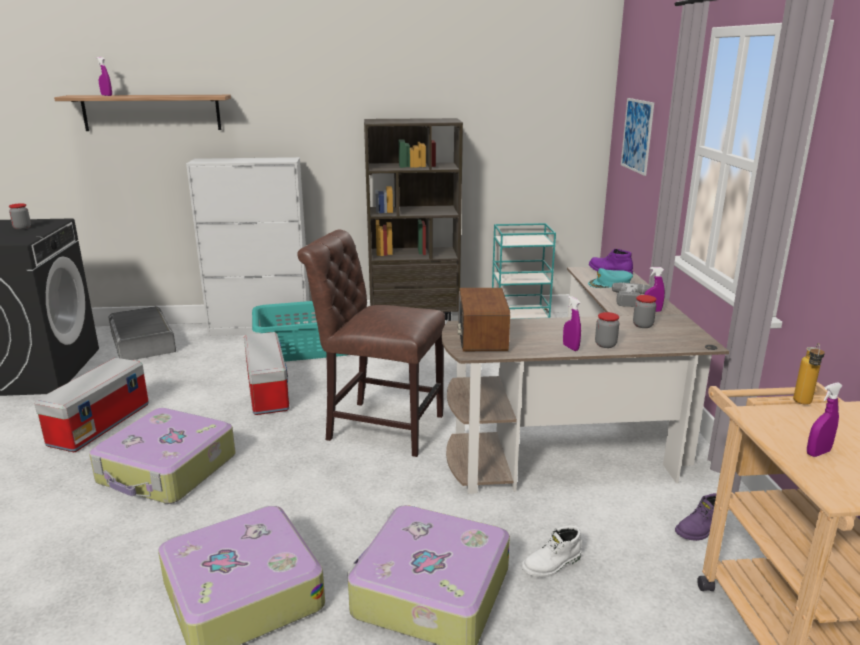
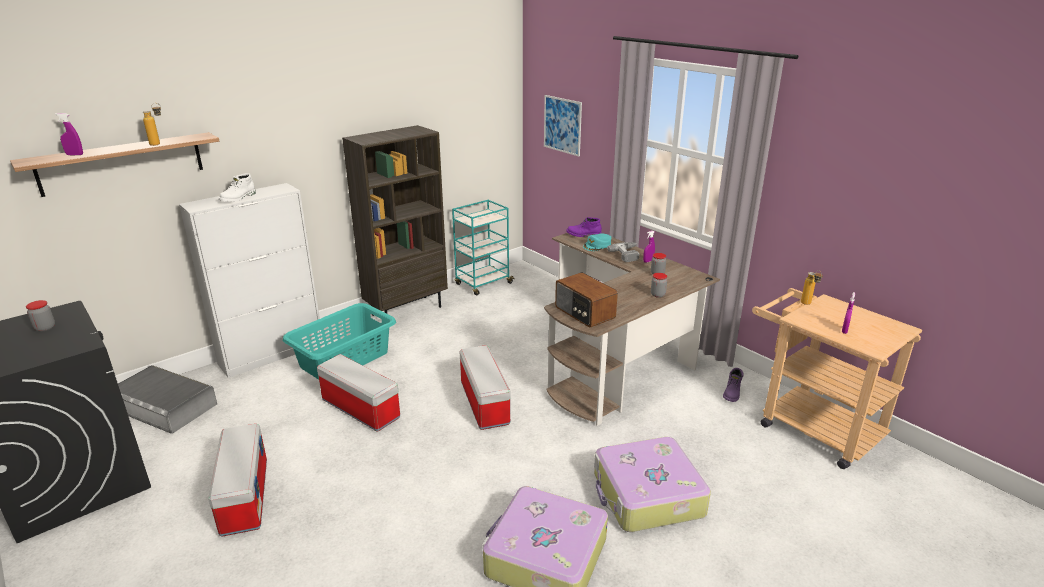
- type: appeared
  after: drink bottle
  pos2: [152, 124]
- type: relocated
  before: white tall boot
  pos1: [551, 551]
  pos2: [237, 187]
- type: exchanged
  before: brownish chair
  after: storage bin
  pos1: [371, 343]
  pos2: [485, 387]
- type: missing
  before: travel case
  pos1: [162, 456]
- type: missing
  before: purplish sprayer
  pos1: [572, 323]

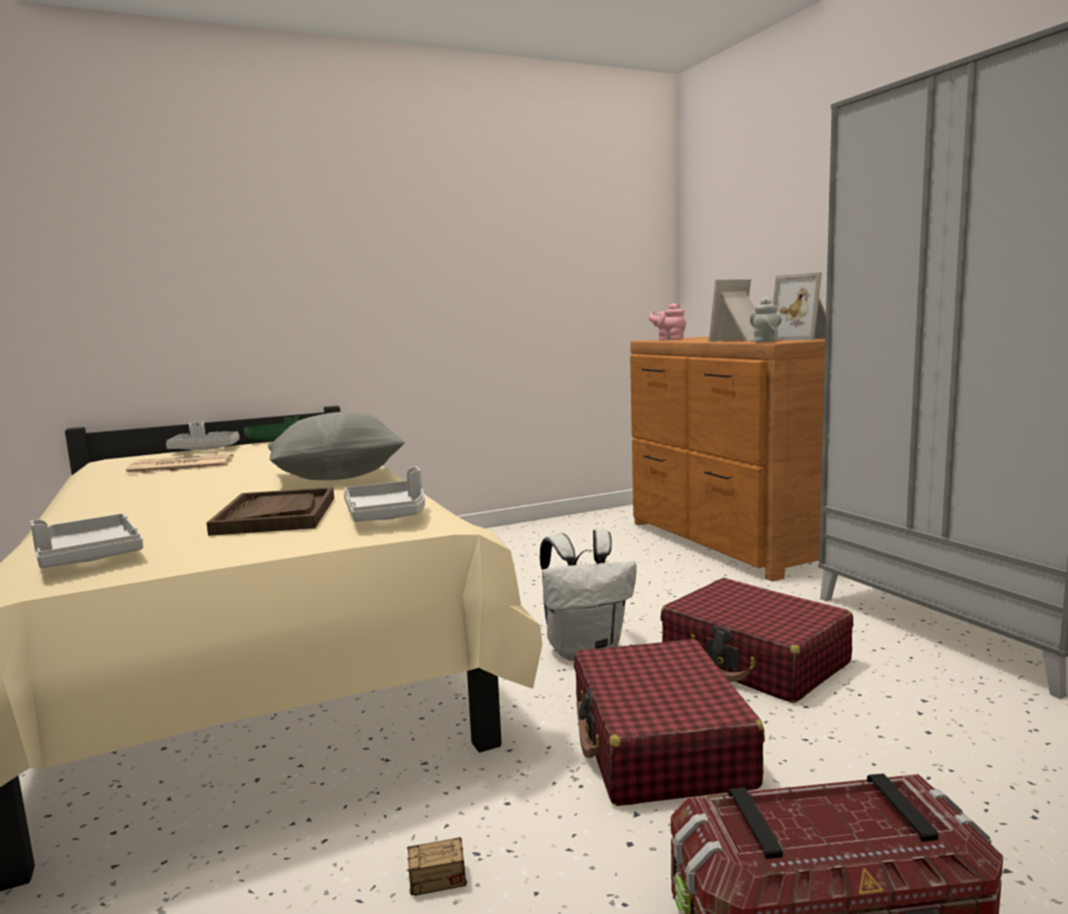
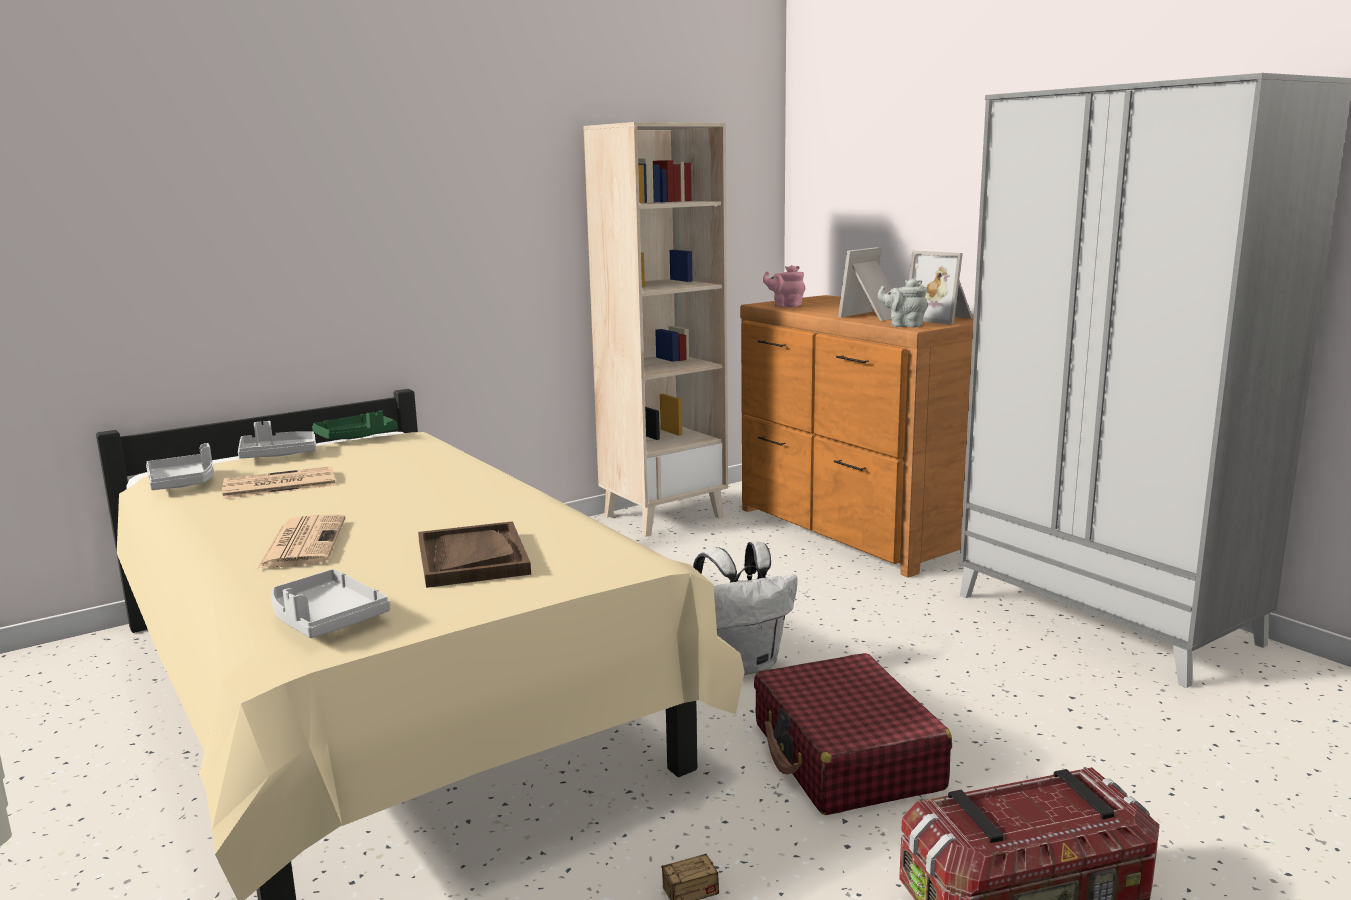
- type: relocated
  before: greyish tray
  pos1: [384, 494]
  pos2: [180, 466]
- type: appeared
  after: daily paper
  pos2: [301, 541]
- type: appeared
  after: sand-coloured bookcase
  pos2: [655, 329]
- type: spun
  before: greyish pot for tea
  pos1: [766, 320]
  pos2: [903, 303]
  turn: -75
- type: missing
  before: greyish throw pillow
  pos1: [336, 446]
- type: missing
  before: reddish travel case
  pos1: [756, 640]

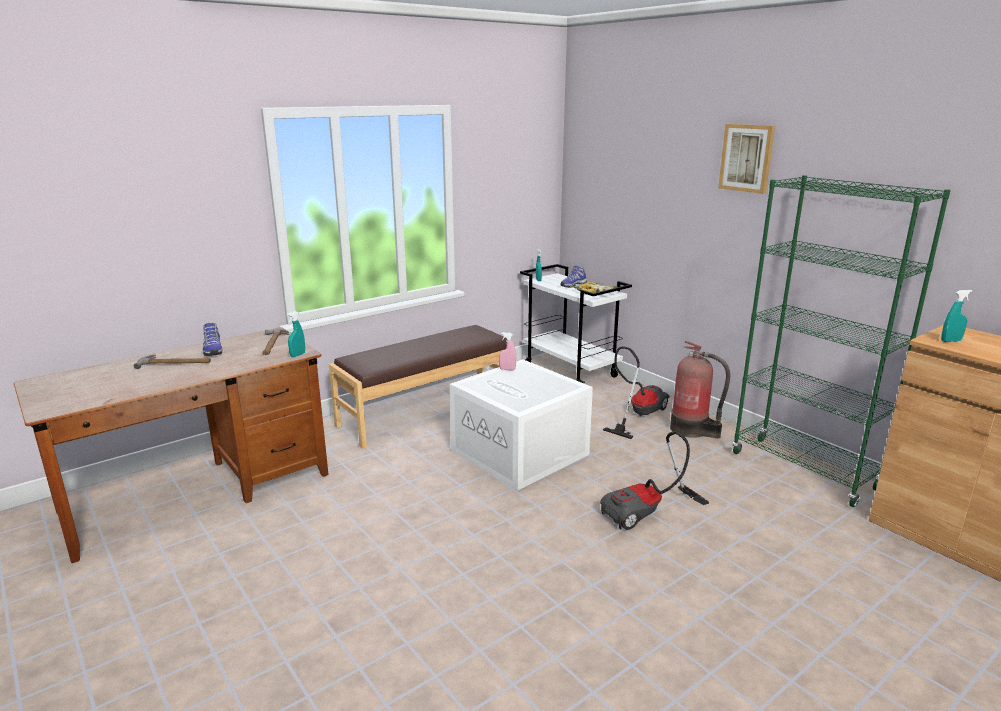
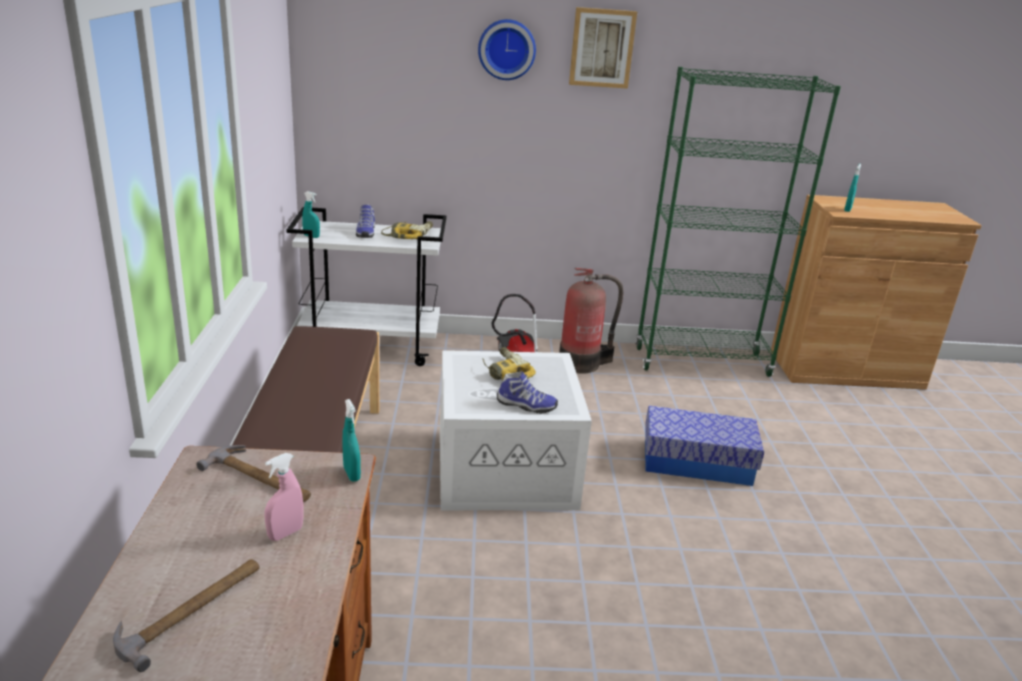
- type: relocated
  before: pink-coloured sprayer
  pos1: [507, 351]
  pos2: [283, 497]
- type: appeared
  after: wall clock
  pos2: [507, 49]
- type: appeared
  after: drill
  pos2: [509, 364]
- type: relocated
  before: low shoe
  pos1: [212, 339]
  pos2: [527, 392]
- type: exchanged
  before: hoover
  after: storage bin
  pos1: [654, 480]
  pos2: [704, 446]

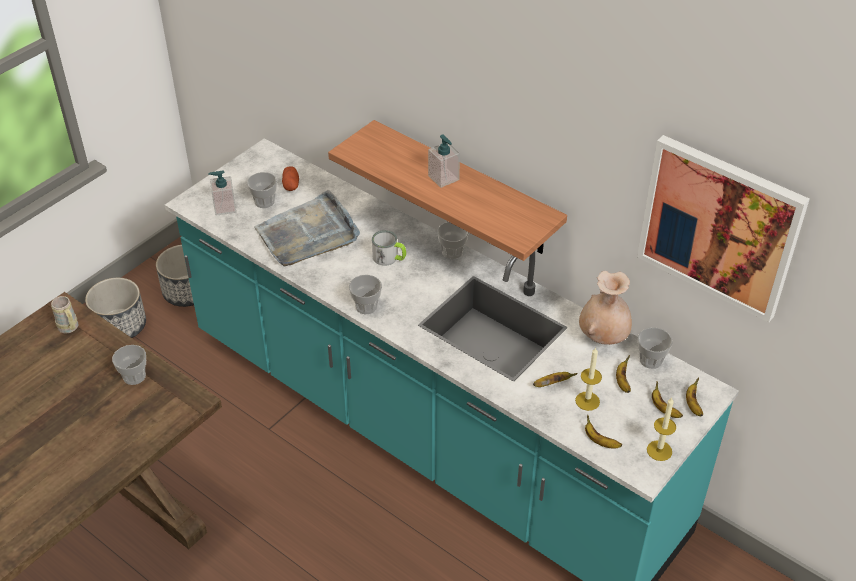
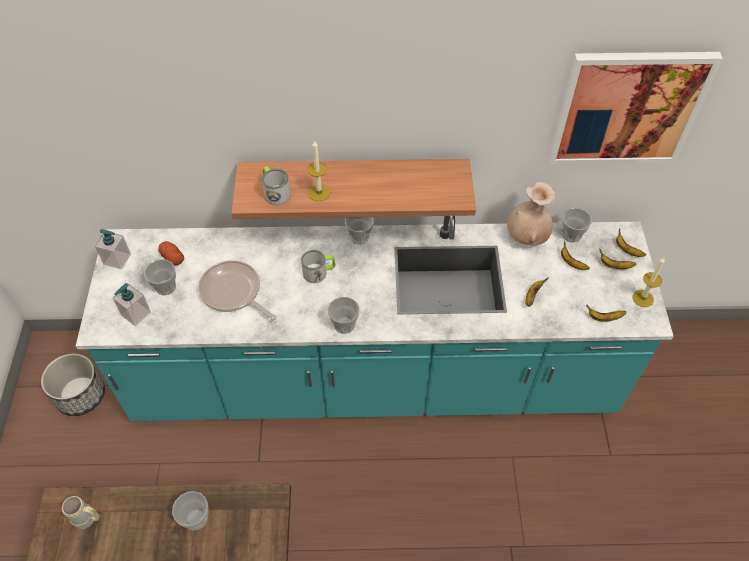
- type: relocated
  before: soap bottle
  pos1: [444, 161]
  pos2: [113, 249]
- type: exchanged
  before: greyish tray
  after: pan
  pos1: [307, 228]
  pos2: [237, 290]
- type: appeared
  after: tea mug
  pos2: [276, 185]
- type: relocated
  before: candle
  pos1: [588, 379]
  pos2: [318, 171]
- type: missing
  before: plant pot
  pos1: [115, 308]

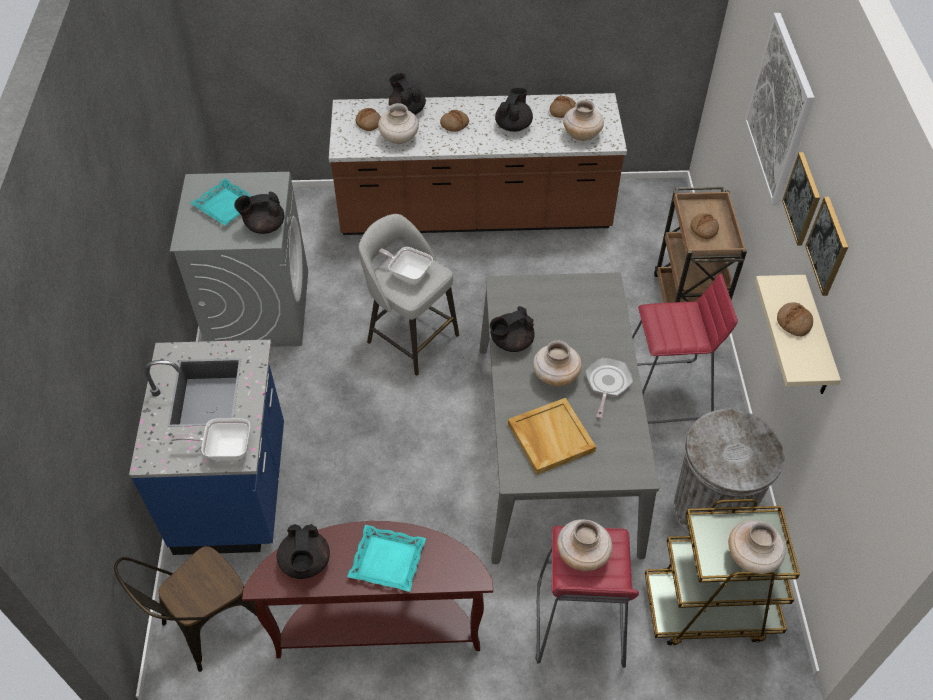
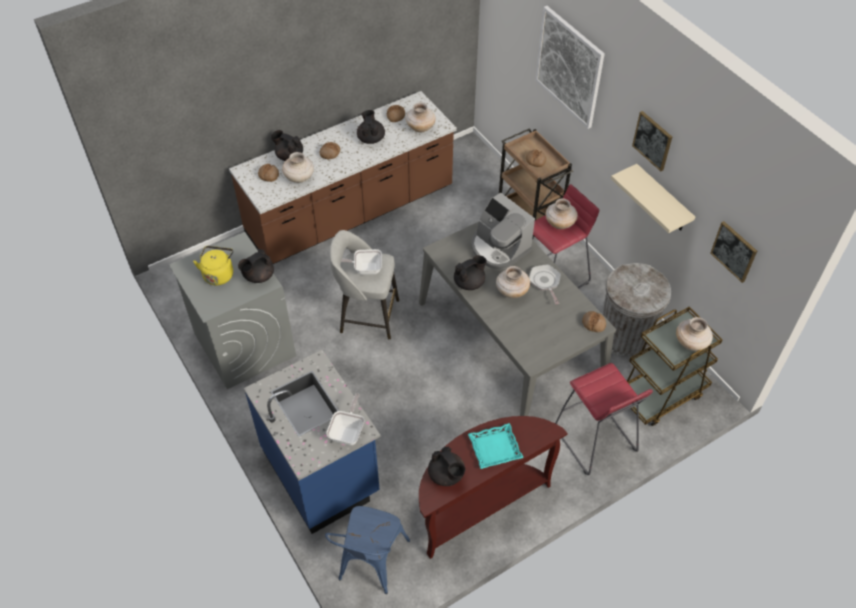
- type: exchanged
  before: blue-green tray
  after: yellow tea kettle
  pos1: [221, 202]
  pos2: [213, 265]
- type: colour
  before: brownish chair
  after: blue chair
  pos1: [185, 609]
  pos2: [367, 550]
- type: spun
  before: pan
  pos1: [210, 439]
  pos2: [345, 419]
  turn: 135
- type: spun
  before: blackish pot for tea
  pos1: [512, 329]
  pos2: [470, 272]
  turn: -150
- type: appeared
  after: coffee brewer
  pos2: [503, 231]
- type: relocated
  before: sand-coloured flower vase
  pos1: [584, 545]
  pos2: [562, 214]
- type: relocated
  before: bread
  pos1: [795, 319]
  pos2: [594, 321]
- type: relocated
  before: wall picture
  pos1: [801, 199]
  pos2: [733, 252]
- type: missing
  before: sand-coloured tray
  pos1: [552, 436]

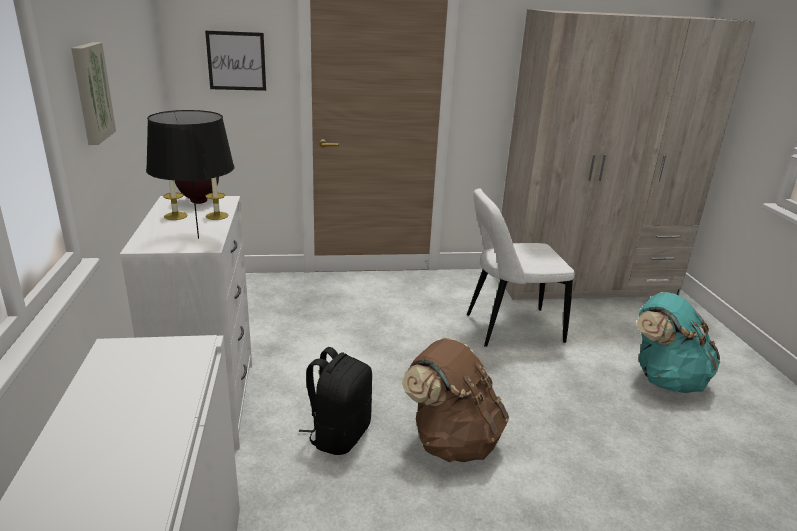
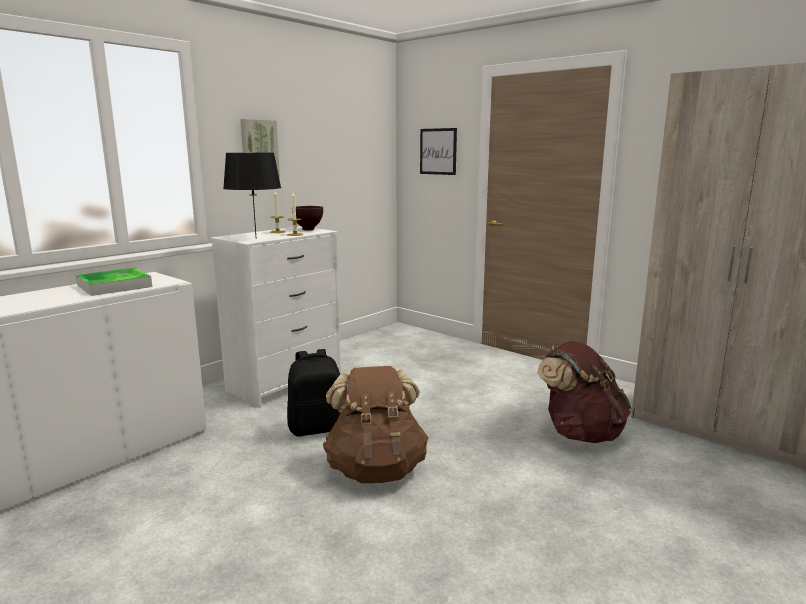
- type: appeared
  after: tray
  pos2: [114, 282]
- type: exchanged
  before: white chair
  after: brownish knapsack
  pos1: [521, 267]
  pos2: [584, 392]
- type: missing
  before: blue-green knapsack
  pos1: [678, 342]

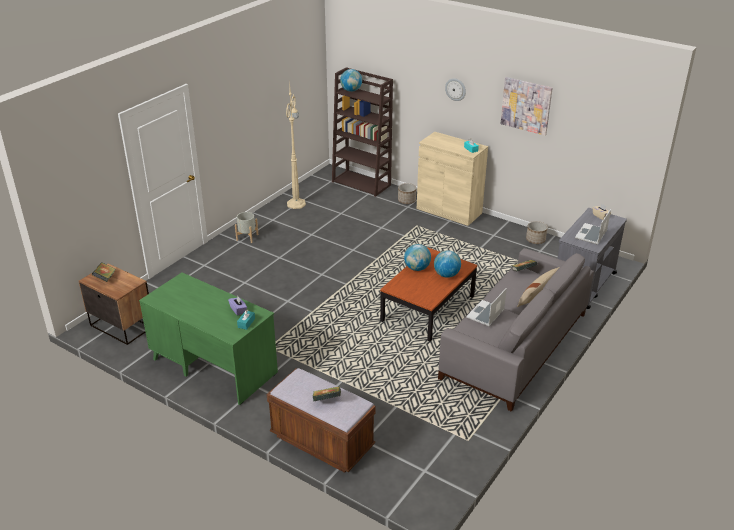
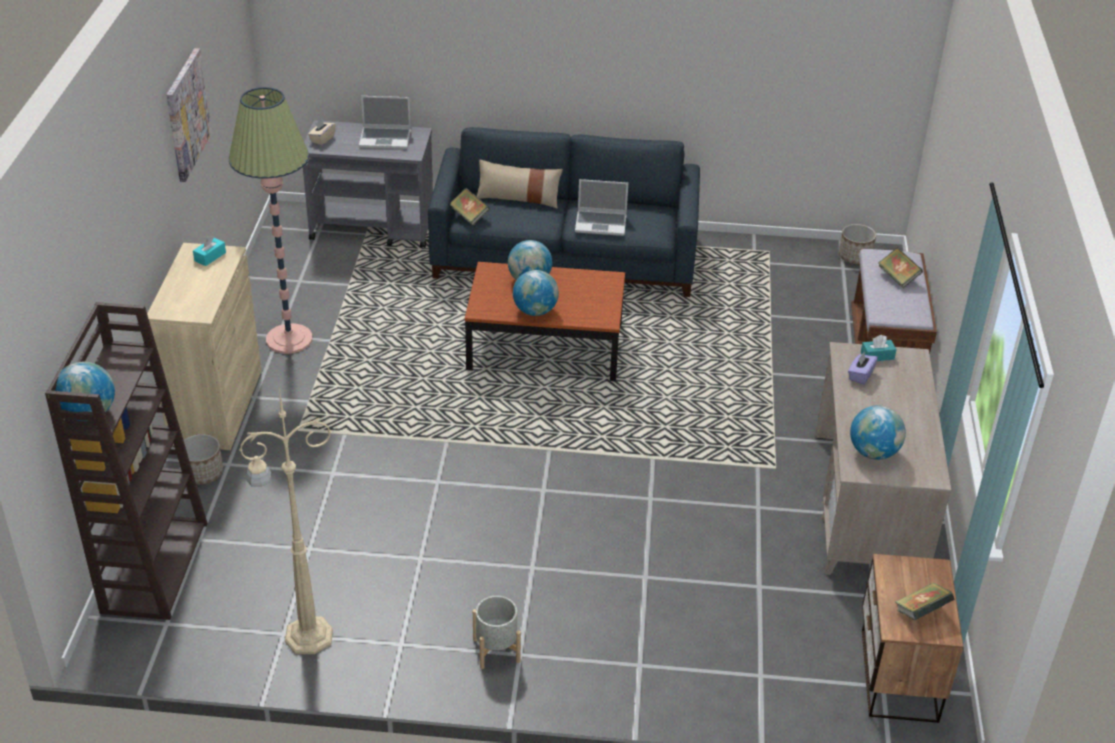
- type: appeared
  after: standing lamp
  pos2: [270, 220]
- type: colour
  before: greyish couch
  after: blue couch
  pos1: [516, 330]
  pos2: [564, 212]
- type: colour
  before: green desk
  after: sand-coloured desk
  pos1: [208, 338]
  pos2: [883, 458]
- type: relocated
  before: plant pot
  pos1: [537, 232]
  pos2: [857, 244]
- type: appeared
  after: world globe
  pos2: [878, 432]
- type: missing
  before: wall clock
  pos1: [455, 89]

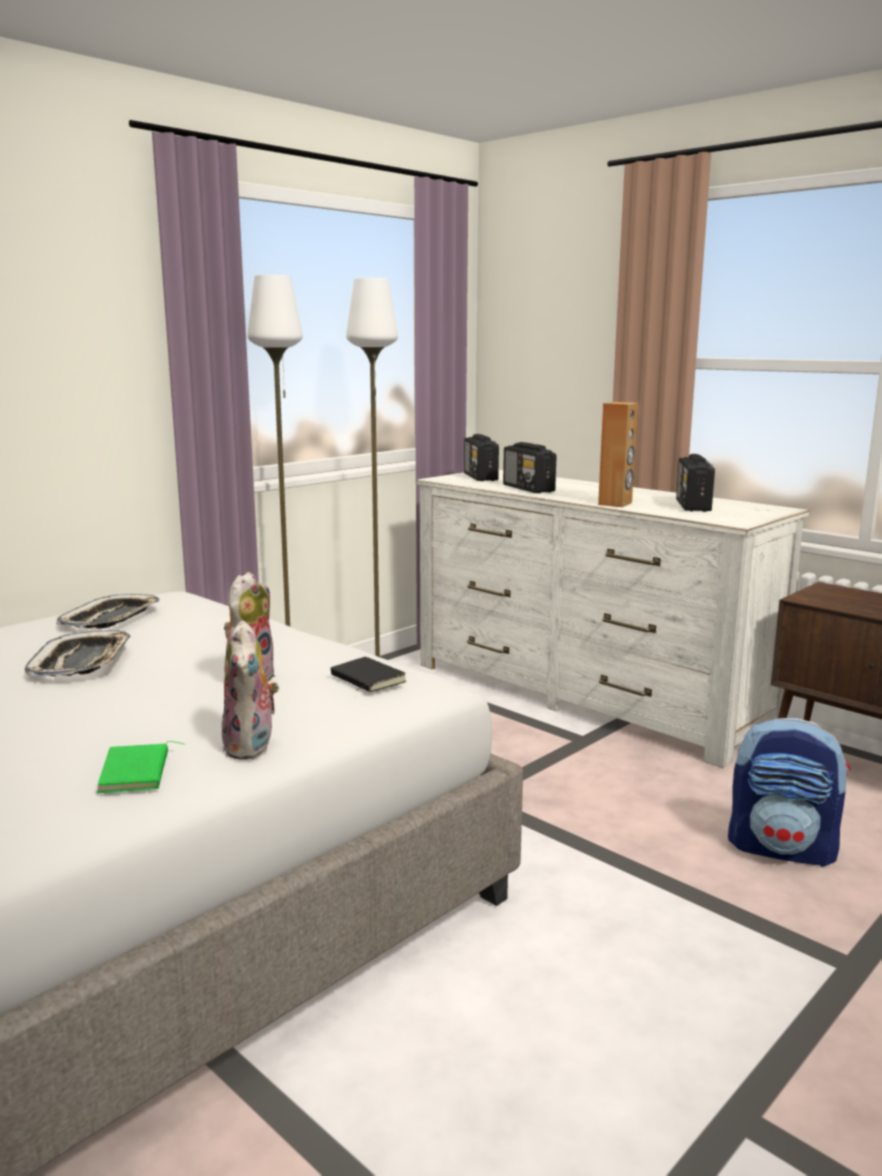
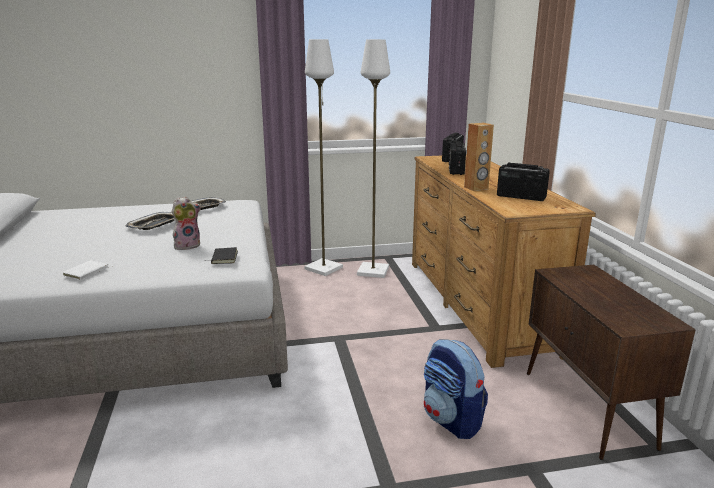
- type: colour
  before: green bound book
  after: white bound book
  pos1: [141, 767]
  pos2: [87, 270]
- type: colour
  before: white dresser
  after: brownish dresser
  pos1: [612, 619]
  pos2: [504, 261]
- type: spun
  before: radio receiver
  pos1: [695, 483]
  pos2: [523, 182]
  turn: 75
- type: missing
  before: plush toy
  pos1: [250, 690]

